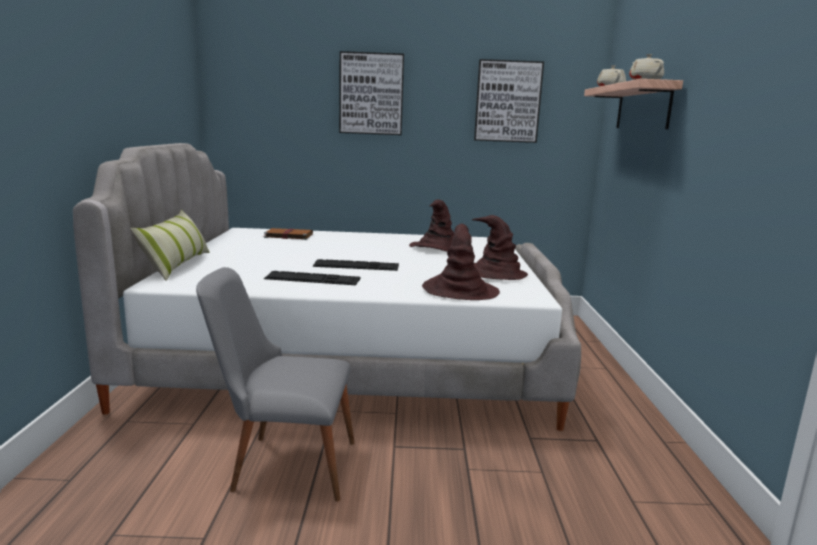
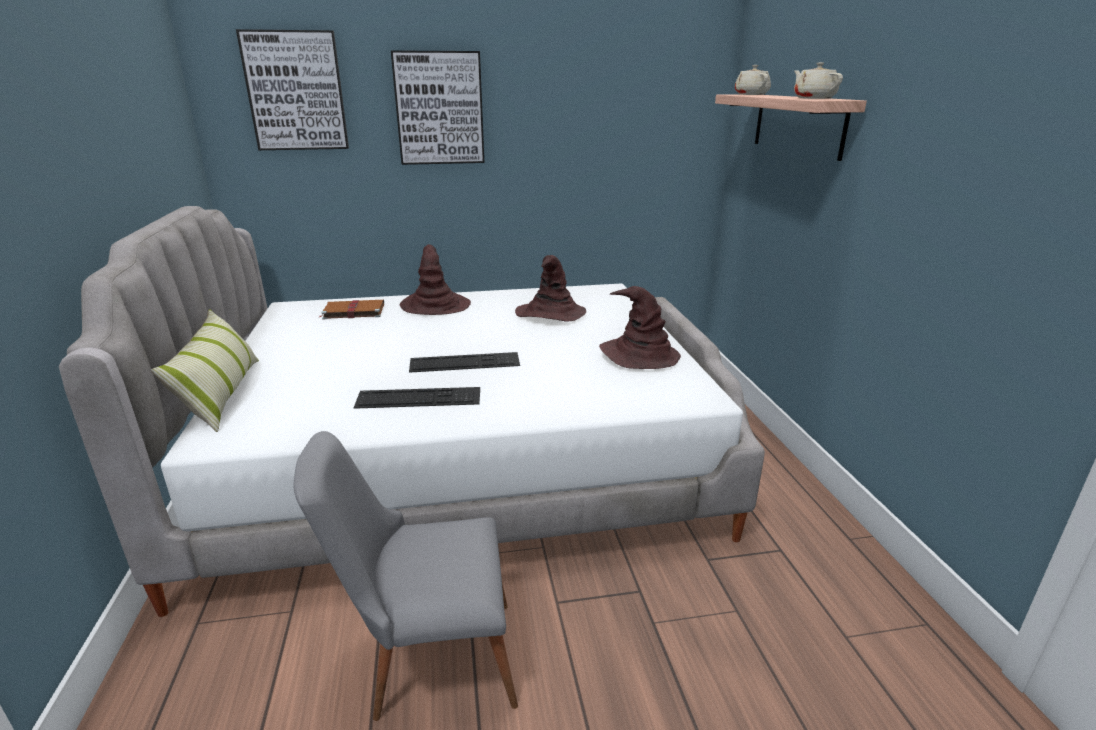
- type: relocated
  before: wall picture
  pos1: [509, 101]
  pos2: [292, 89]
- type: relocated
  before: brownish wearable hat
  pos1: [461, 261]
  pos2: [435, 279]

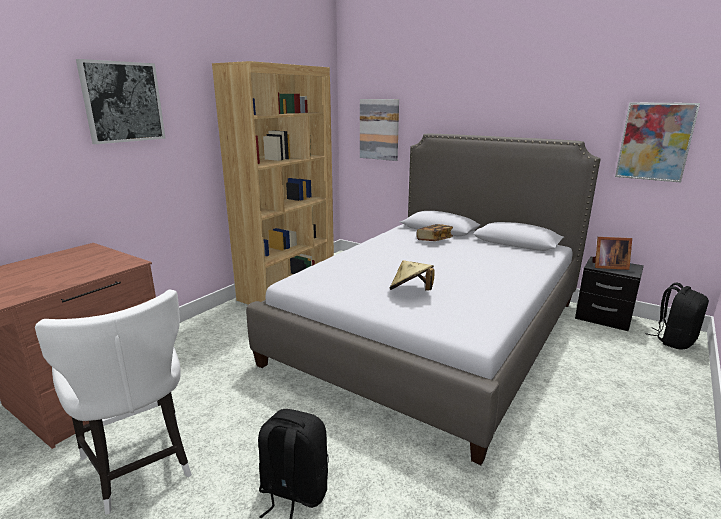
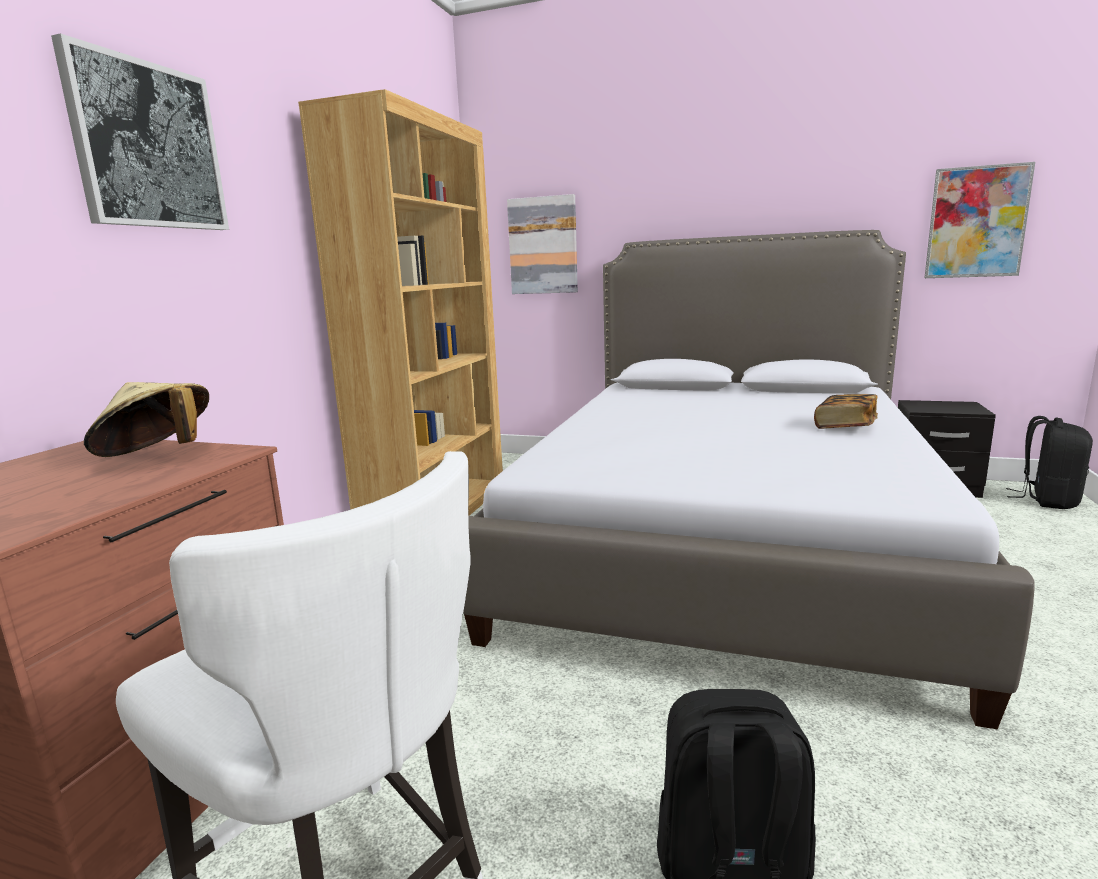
- type: relocated
  before: sand-coloured wearable hat
  pos1: [412, 275]
  pos2: [146, 419]
- type: relocated
  before: bound book
  pos1: [435, 232]
  pos2: [846, 411]
- type: missing
  before: photo frame
  pos1: [612, 253]

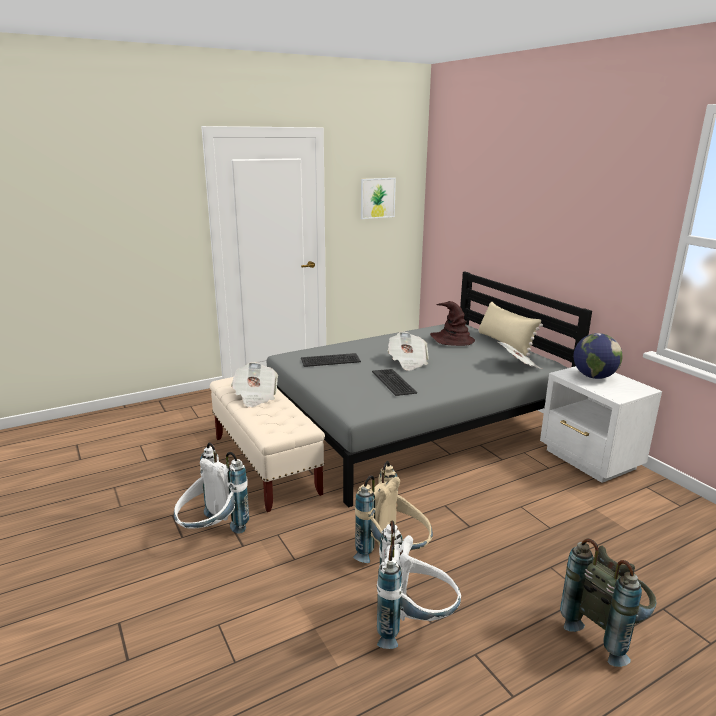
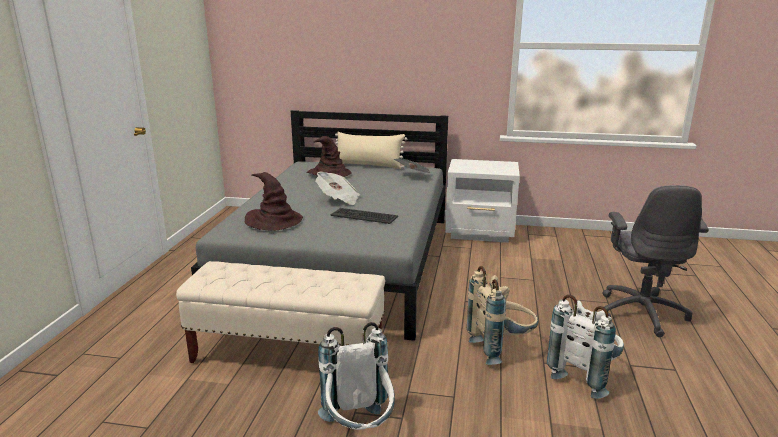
- type: exchanged
  before: computer keyboard
  after: brownish wearable hat
  pos1: [331, 360]
  pos2: [274, 201]
- type: exchanged
  before: greyish knapsack
  after: greyish office chair
  pos1: [608, 603]
  pos2: [655, 261]
- type: missing
  before: daily paper
  pos1: [254, 384]
- type: missing
  before: wall picture
  pos1: [378, 198]
- type: missing
  before: world globe
  pos1: [597, 356]

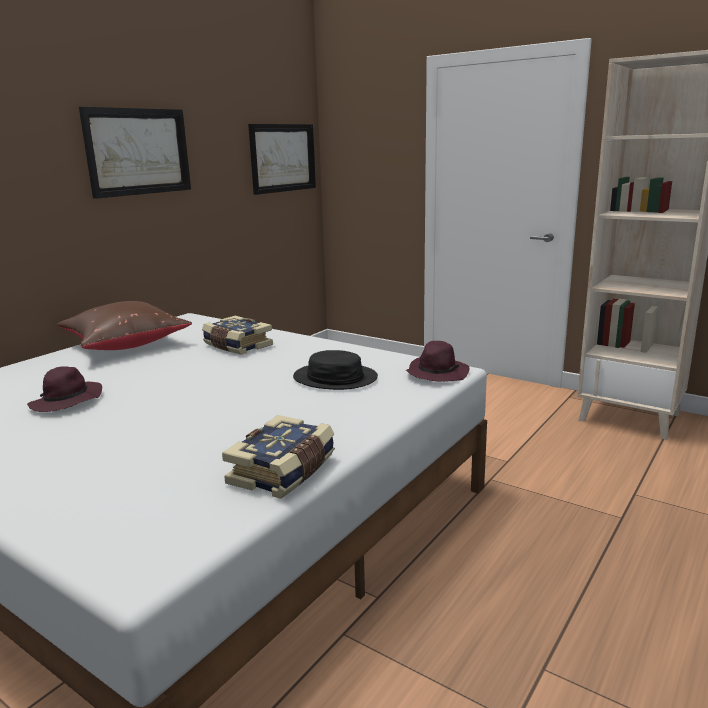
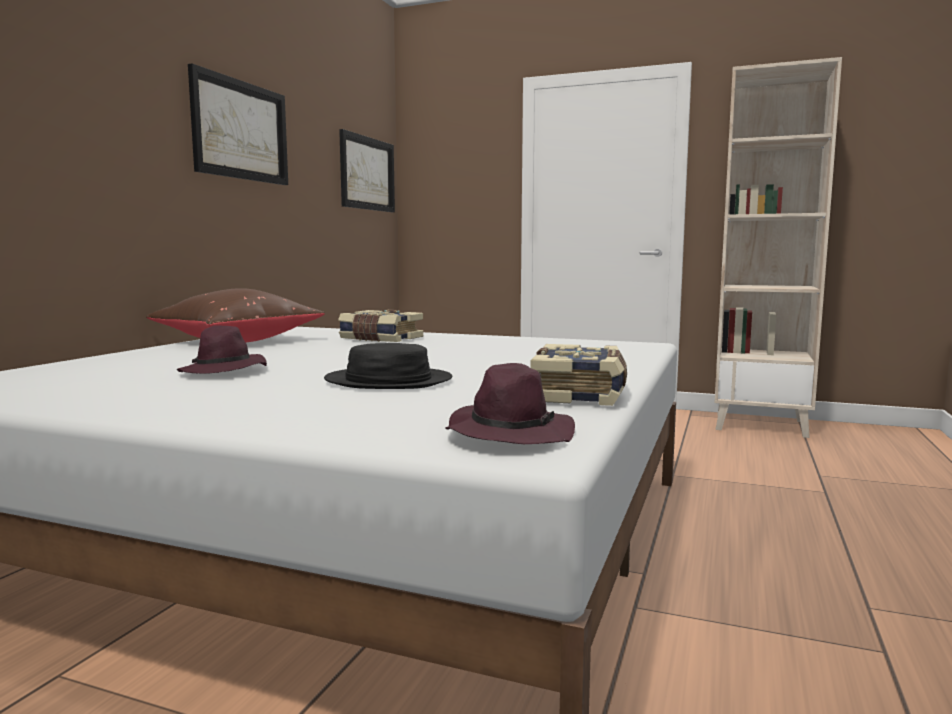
- type: relocated
  before: blackish wearable hat
  pos1: [335, 370]
  pos2: [388, 366]
- type: relocated
  before: purplish wearable hat
  pos1: [437, 361]
  pos2: [510, 403]

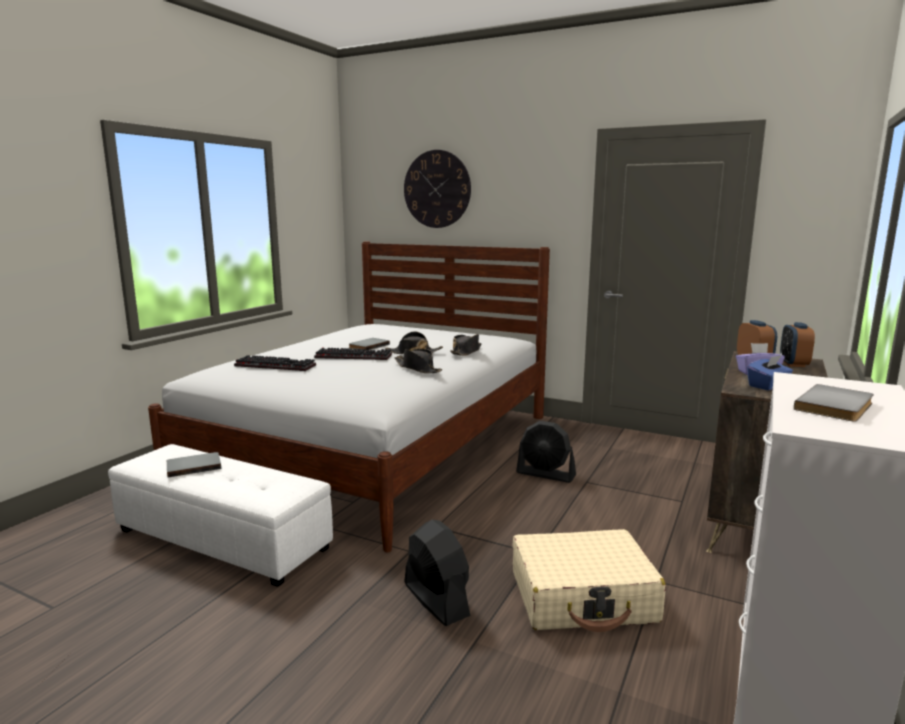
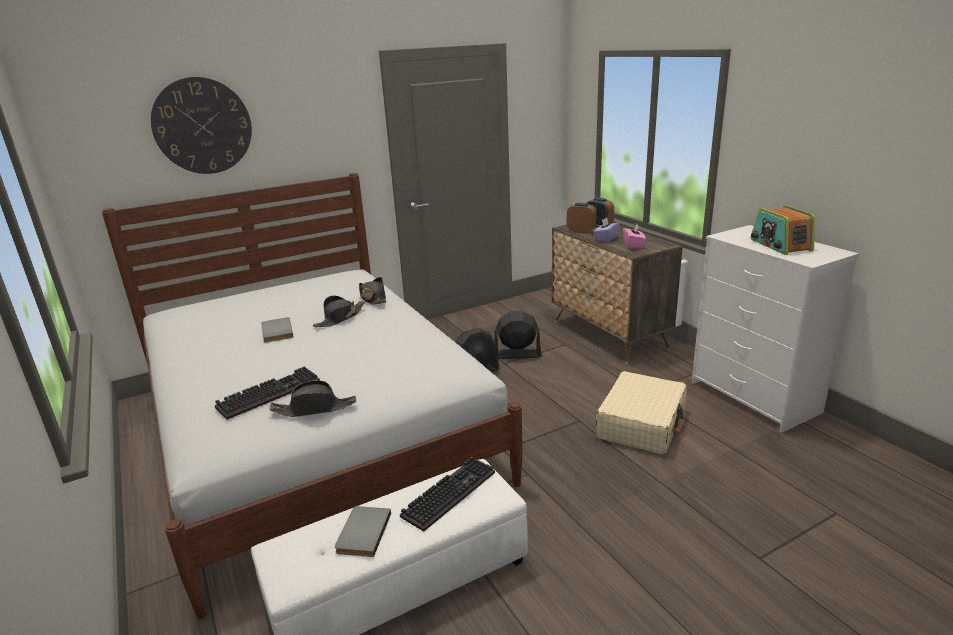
- type: relocated
  before: blackish wearable hat
  pos1: [418, 361]
  pos2: [313, 398]
- type: relocated
  before: computer keyboard
  pos1: [353, 354]
  pos2: [447, 494]
- type: relocated
  before: blackish fan
  pos1: [437, 573]
  pos2: [518, 335]
- type: colour
  before: blue box of tissues
  after: pink-coloured box of tissues
  pos1: [770, 372]
  pos2: [634, 236]
- type: exchanged
  before: greyish bound book
  after: radio receiver
  pos1: [834, 403]
  pos2: [782, 230]

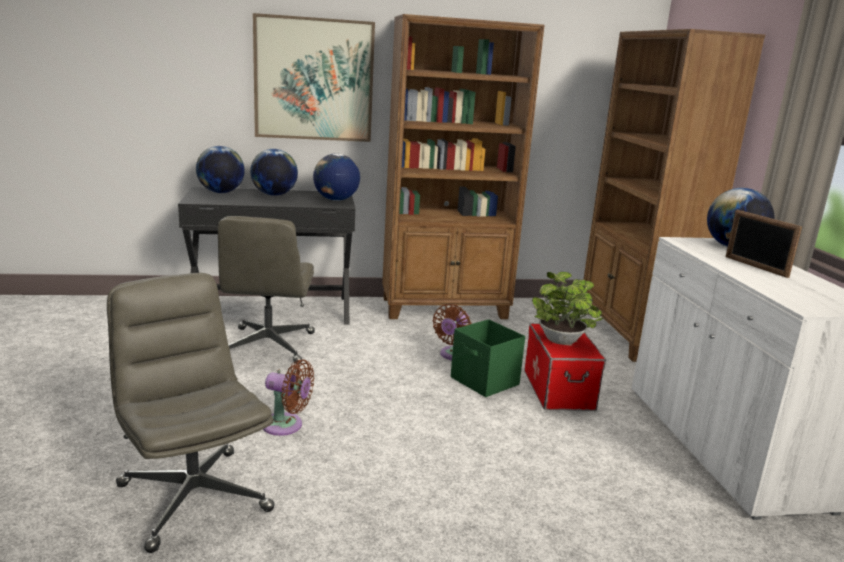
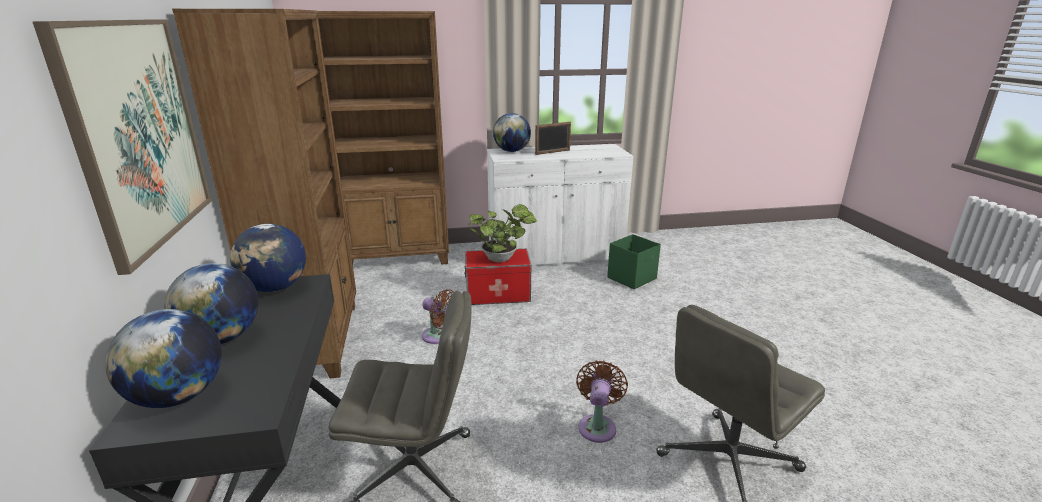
- type: relocated
  before: green storage bin
  pos1: [488, 358]
  pos2: [634, 261]

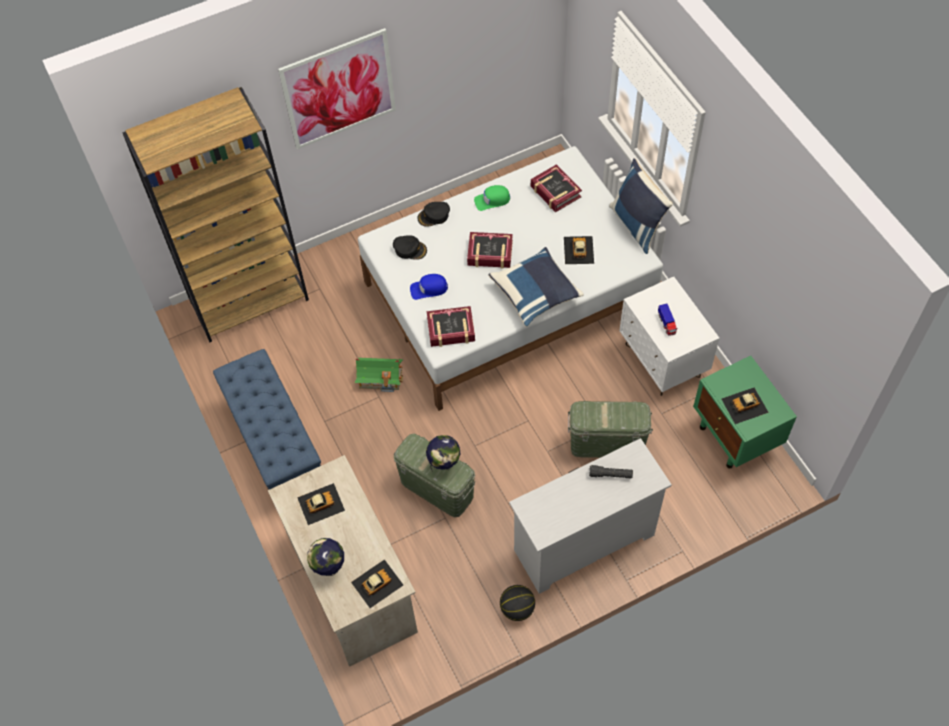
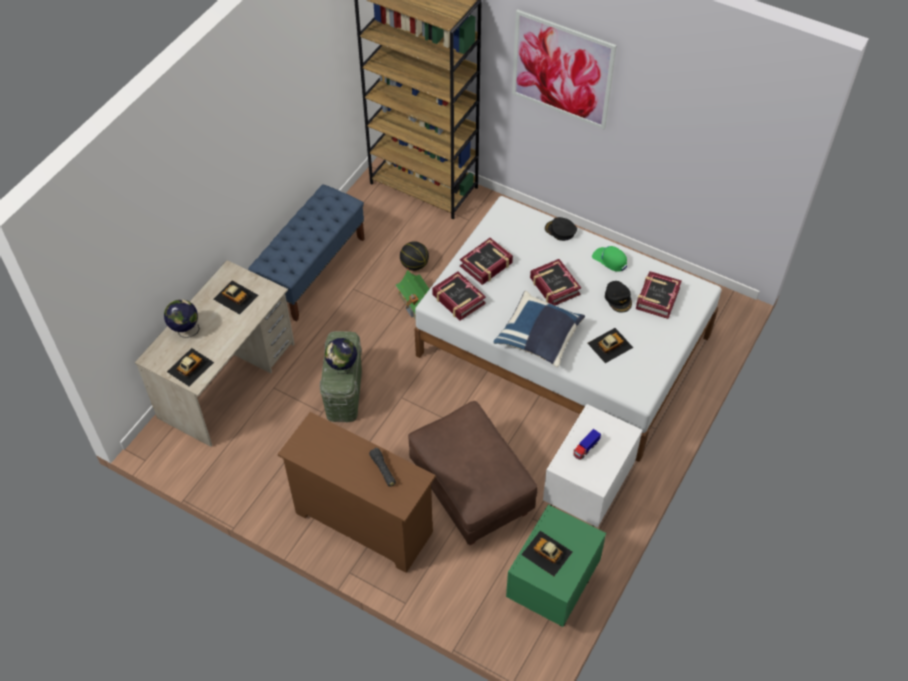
- type: spun
  before: miniature car
  pos1: [377, 583]
  pos2: [190, 367]
  turn: -75
- type: colour
  before: white dresser
  after: brownish dresser
  pos1: [590, 516]
  pos2: [357, 492]
- type: relocated
  before: ball for basketball
  pos1: [517, 603]
  pos2: [414, 256]
- type: exchanged
  before: green storage bin
  after: brownish ottoman
  pos1: [610, 429]
  pos2: [472, 473]
- type: exchanged
  before: blue peaked cap
  after: bound book
  pos1: [429, 287]
  pos2: [486, 261]
- type: relocated
  before: blackish peaked cap
  pos1: [410, 247]
  pos2: [618, 297]
- type: missing
  before: blue throw pillow
  pos1: [641, 206]

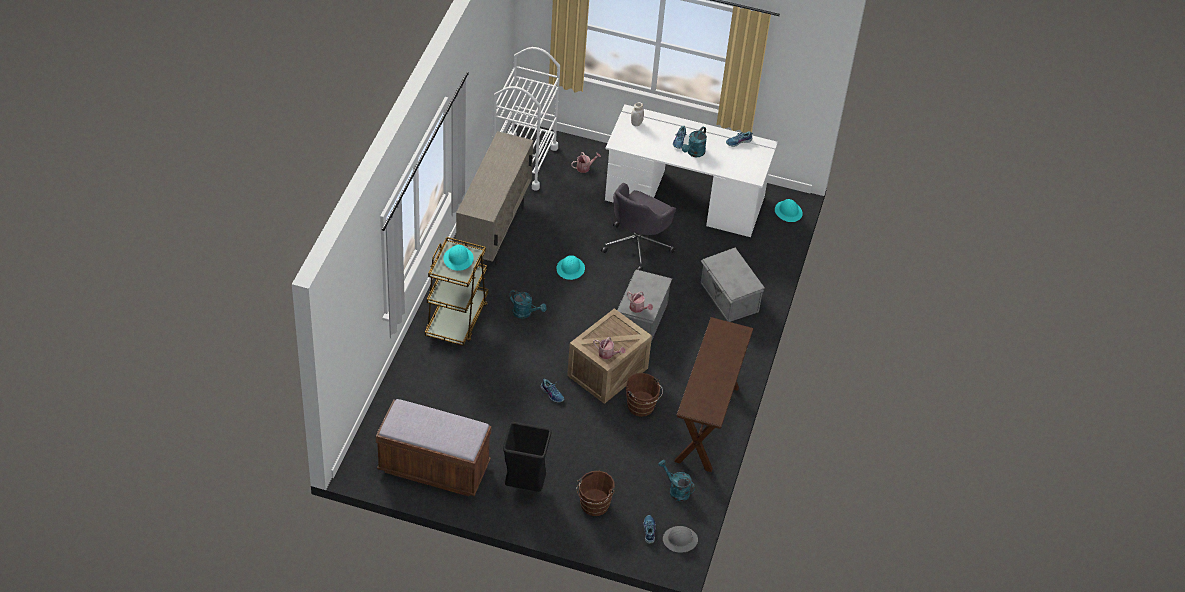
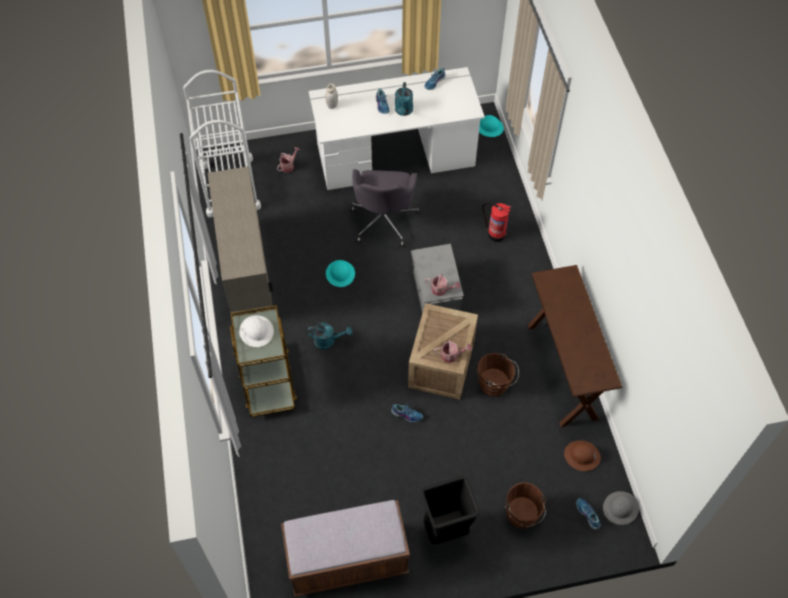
- type: colour
  before: blue-green hard hat
  after: white hard hat
  pos1: [458, 258]
  pos2: [256, 331]
- type: exchanged
  before: greyish storage bin
  after: extinguisher
  pos1: [733, 285]
  pos2: [496, 222]
- type: exchanged
  before: blue-green watering pot
  after: brownish hard hat
  pos1: [676, 480]
  pos2: [582, 455]

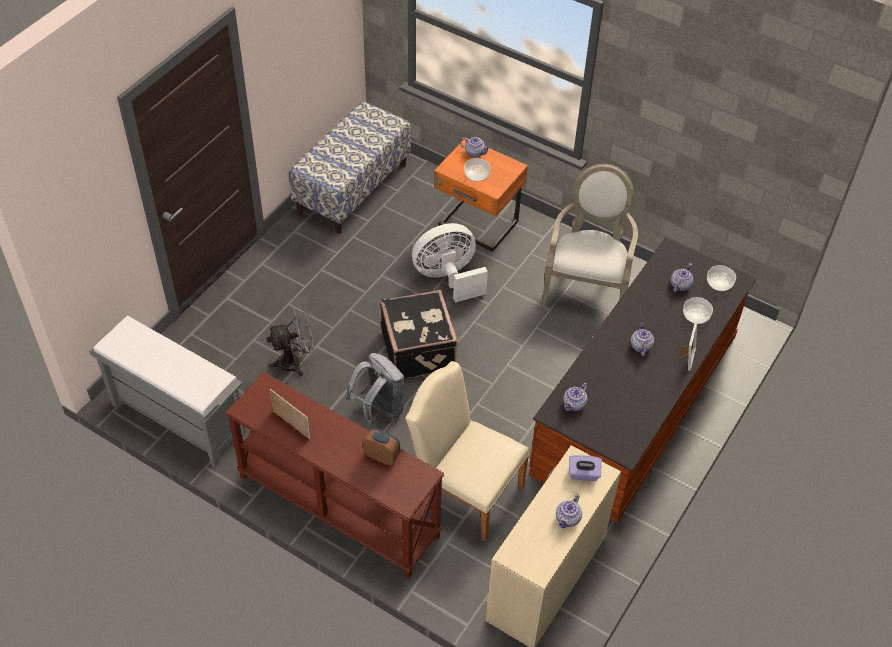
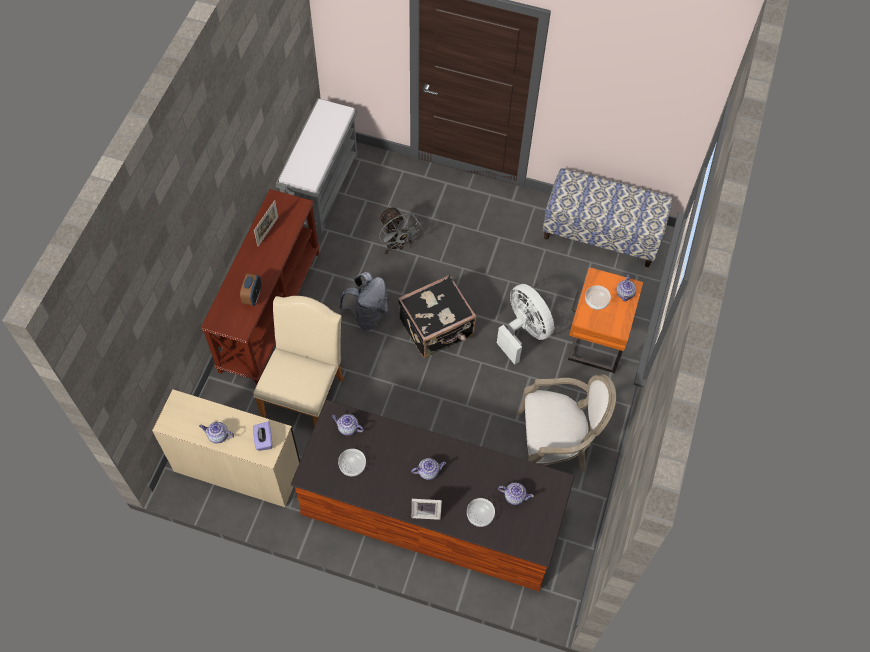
- type: relocated
  before: deep dish
  pos1: [721, 278]
  pos2: [352, 462]

